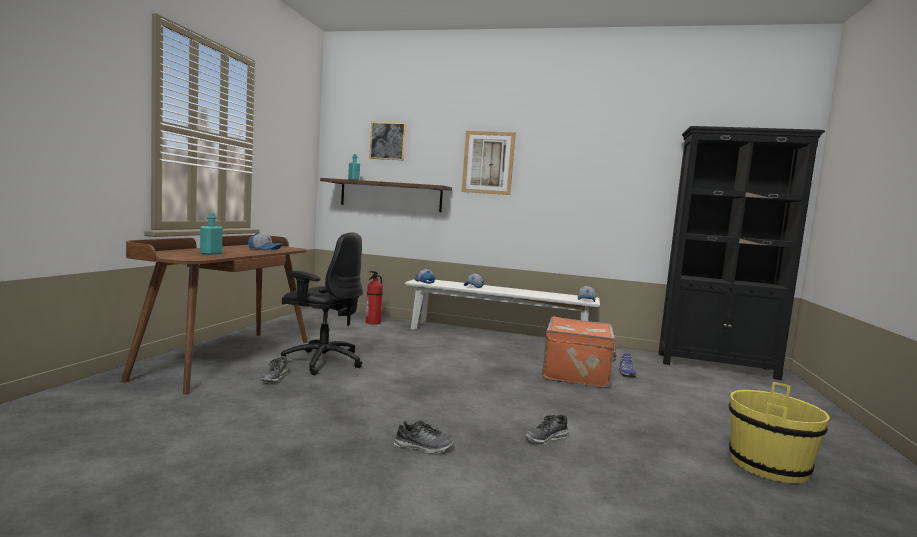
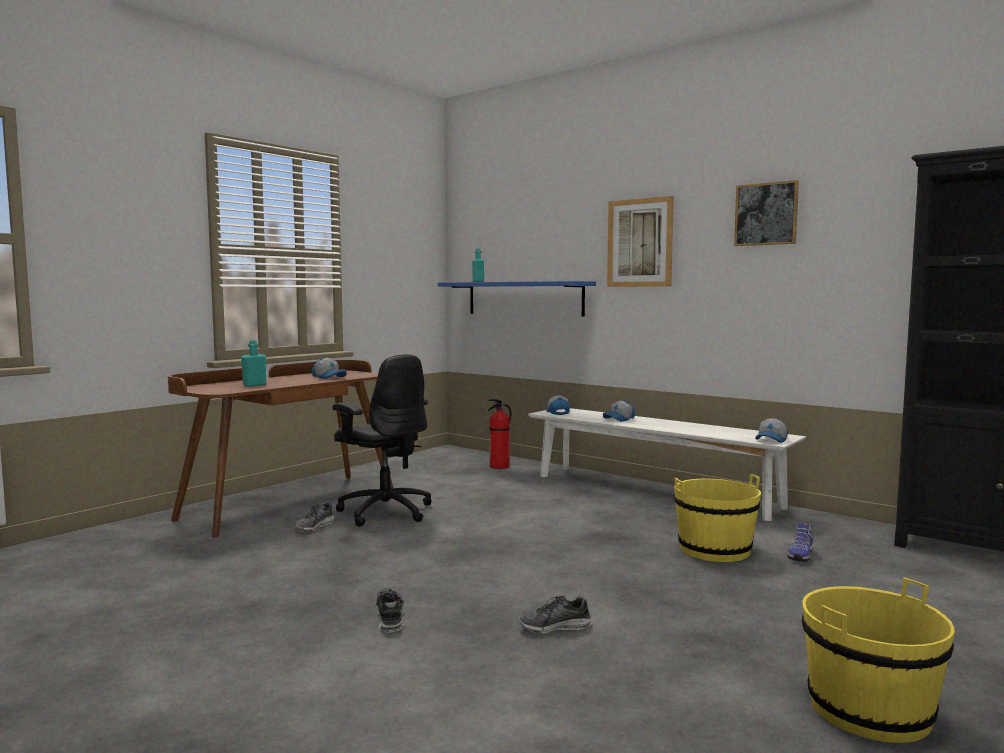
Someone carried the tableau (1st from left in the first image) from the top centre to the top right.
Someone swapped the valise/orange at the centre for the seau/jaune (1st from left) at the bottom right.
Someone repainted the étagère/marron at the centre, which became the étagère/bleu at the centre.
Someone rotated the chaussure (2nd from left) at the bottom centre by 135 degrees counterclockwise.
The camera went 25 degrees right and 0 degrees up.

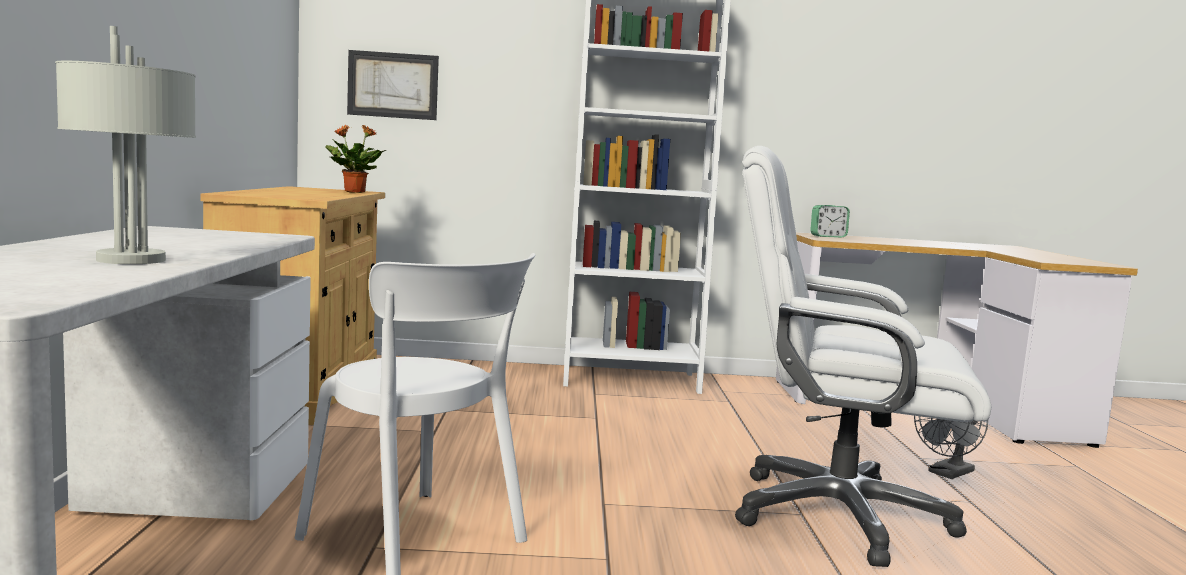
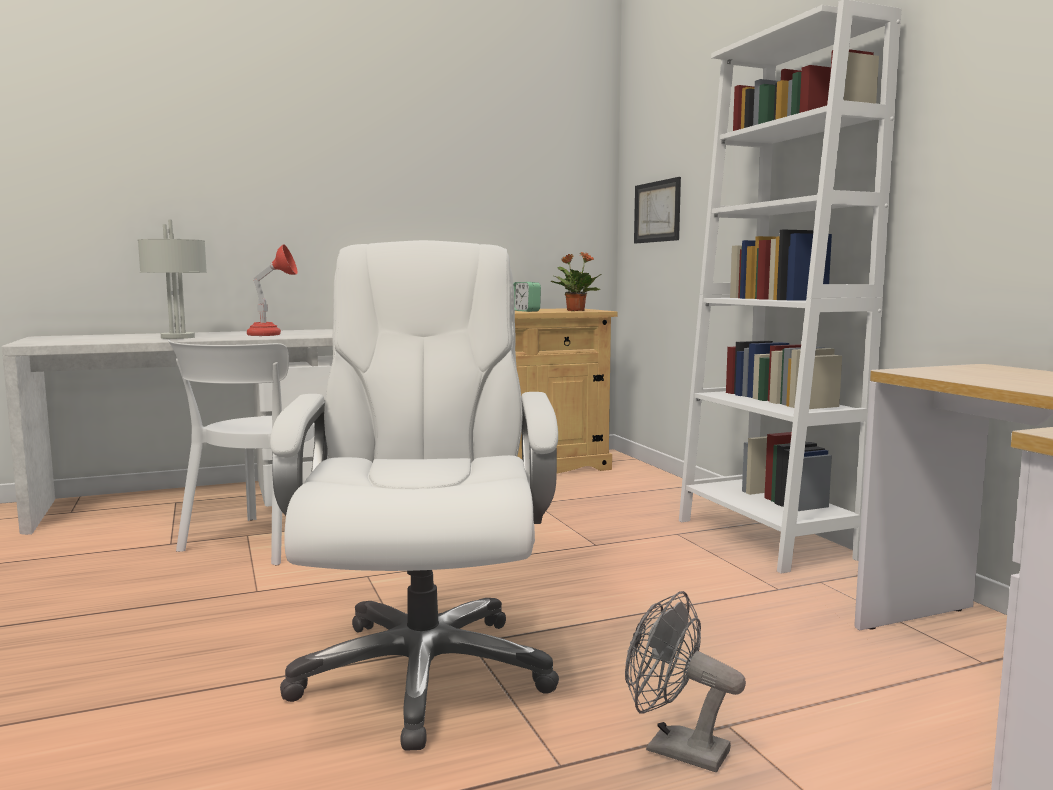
Someone put down the lampe de table/rouge at the middle left.
Someone carried the réveil from the middle right to the centre.
The camera went 70 degrees right and 0 degrees up.

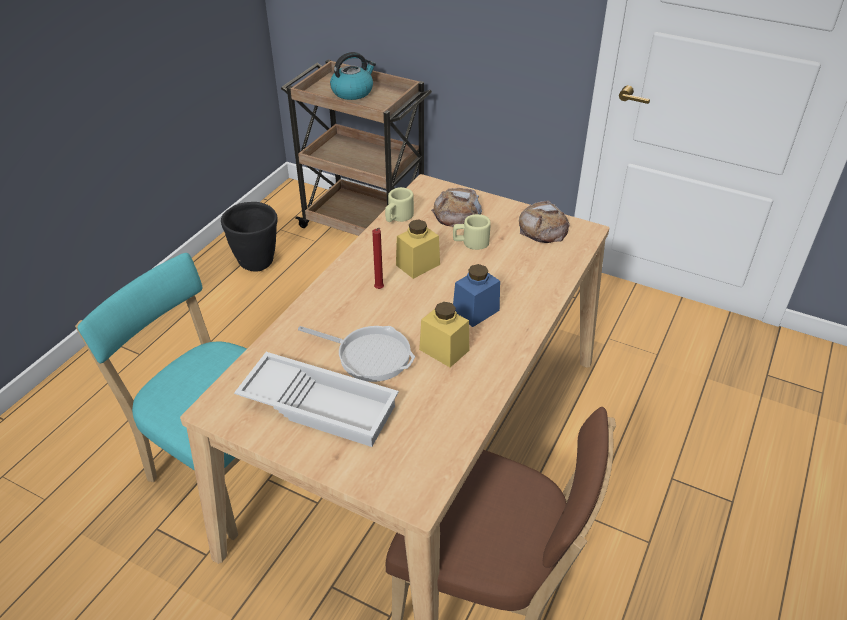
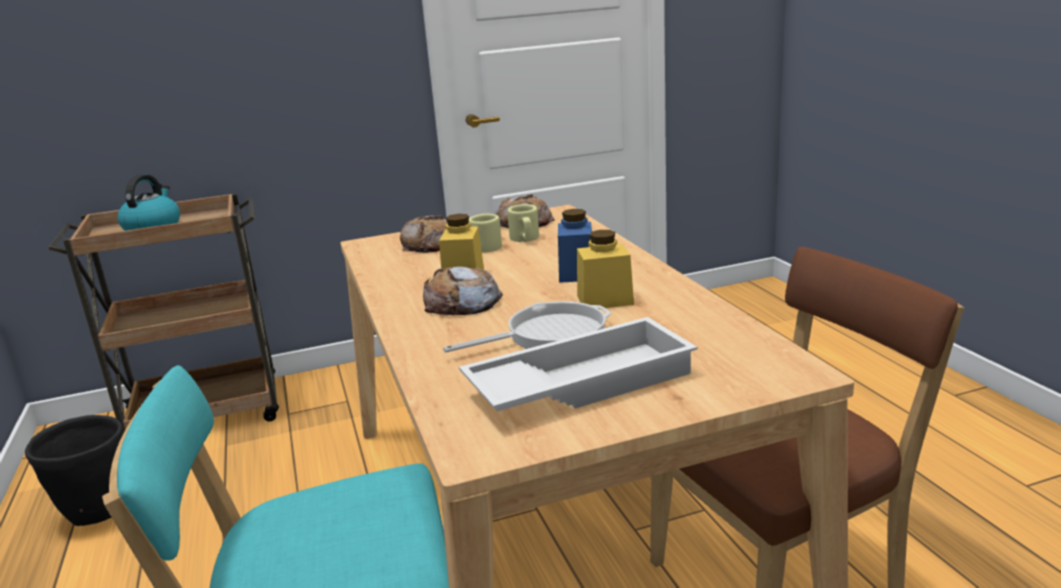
Someone carried the mug/beige (1st from left in the first image) from the top centre to the centre.
Someone swapped the bougie/rouge at the centre for the pain (2nd from left) at the centre.
The camera went 45 degrees left and 20 degrees down.

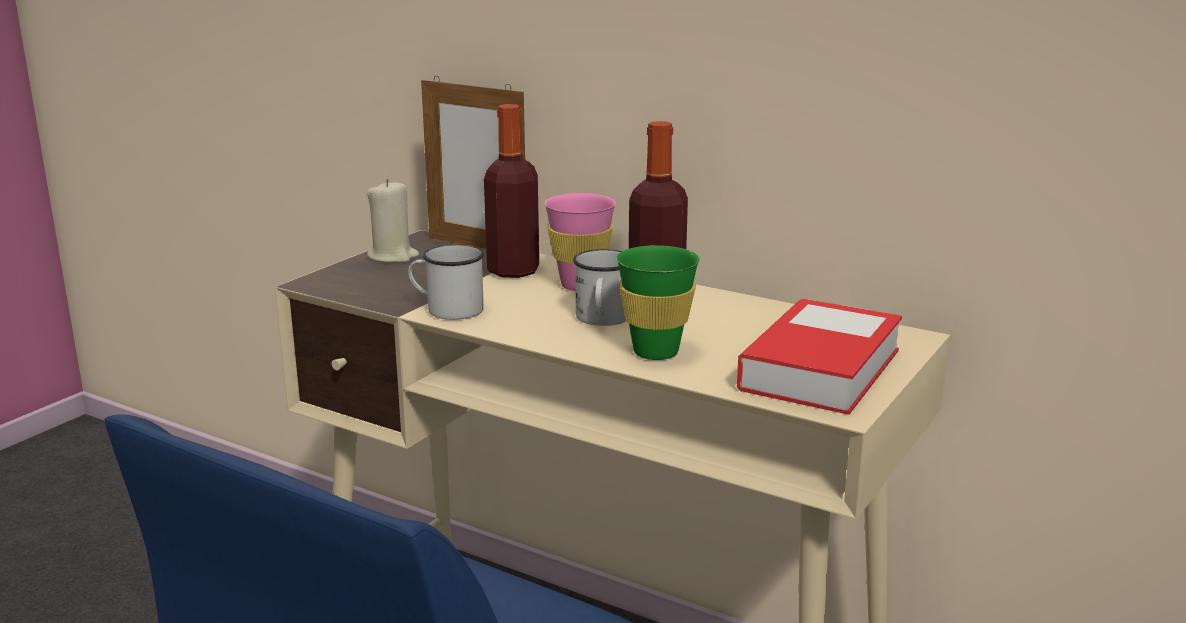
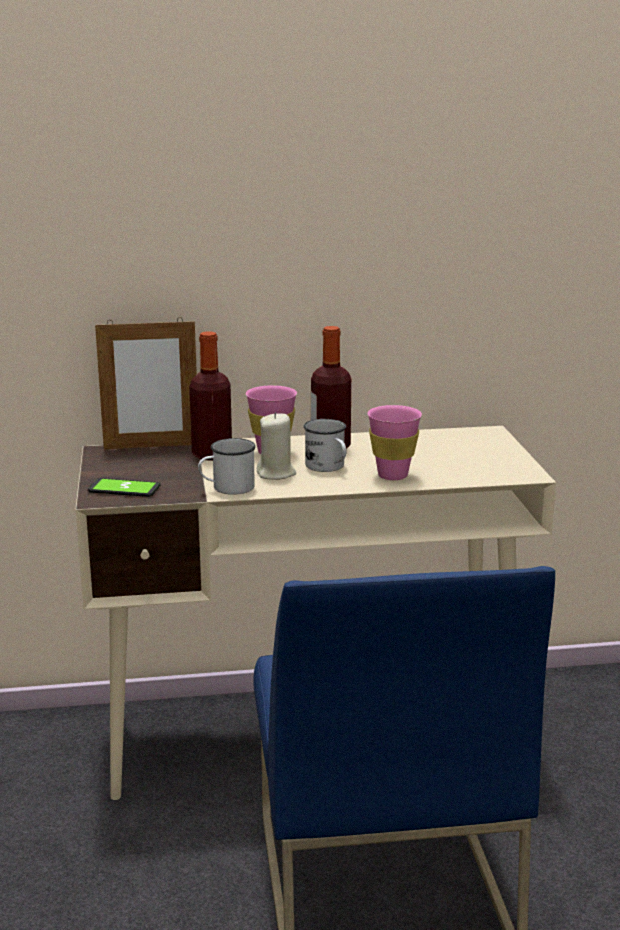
Someone took away the livre at the middle right.
Someone put down the téléphone at the middle left.
Someone carried the bougie/beige from the middle left to the centre.
Someone repainted the tasse/vert at the centre, which became the tasse/rose (2nd from left) at the centre.
The camera went 40 degrees left and 0 degrees up.

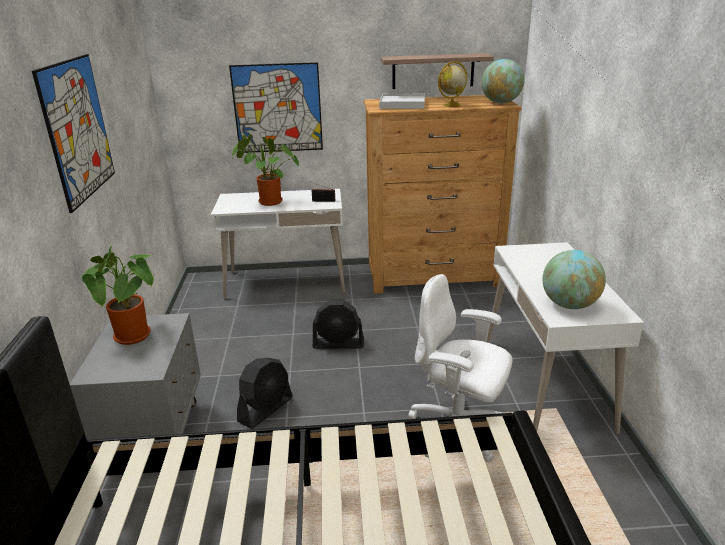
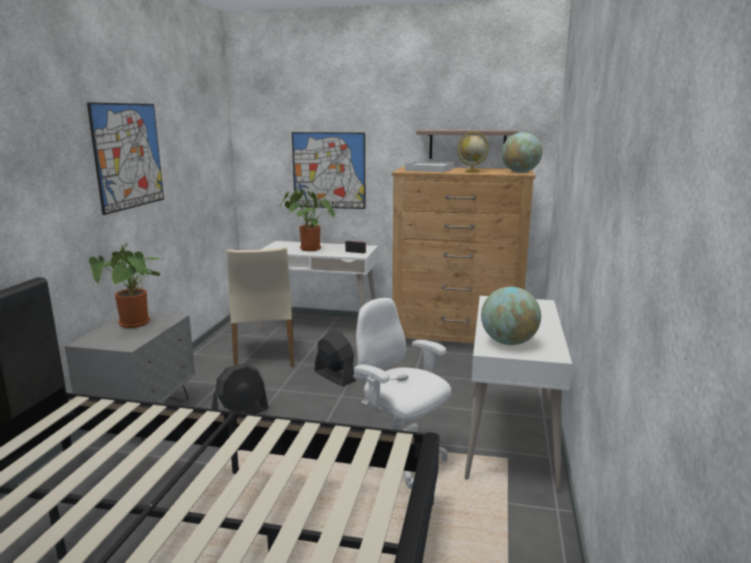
Someone put down the chaise/beige at the centre.
Someone rotated the ventilateur/noir (2nd from left) at the centre by 150 degrees counterclockwise.
The camera went 15 degrees right and 10 degrees down.

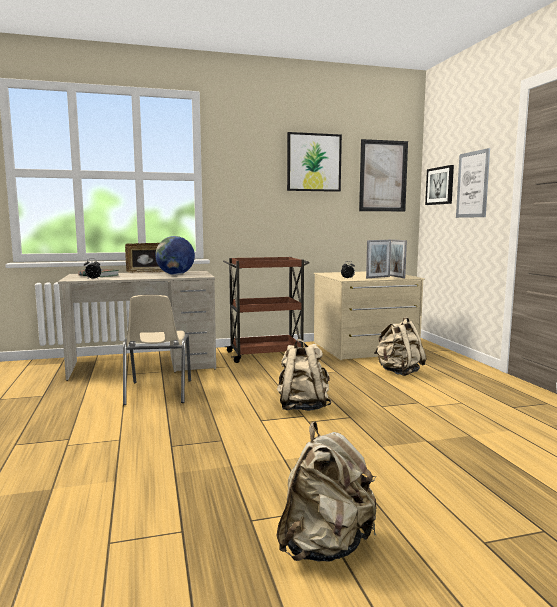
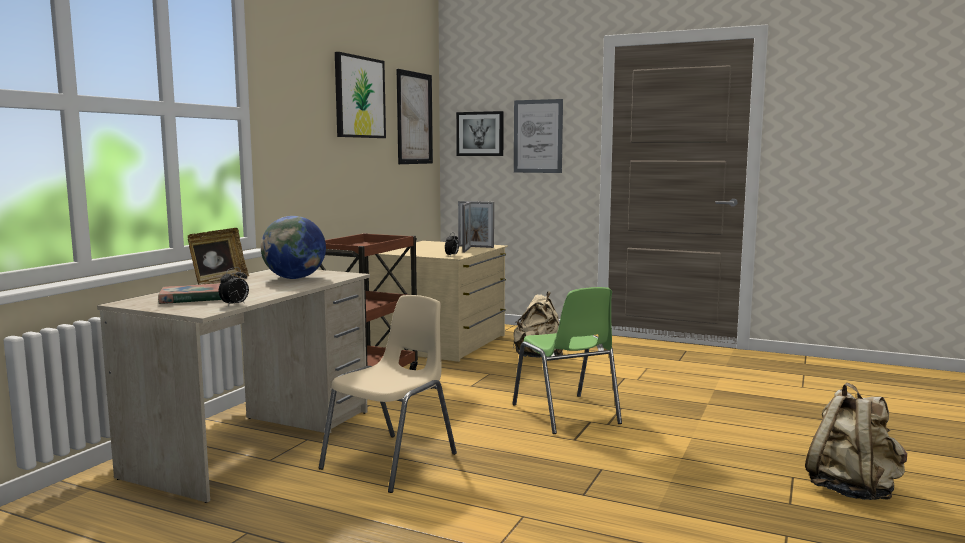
Someone swapped the sac à dos/beige (1st from left) at the centre for the chaise/vert at the centre.
Someone rotated the chaise/beige at the middle left by 90 degrees counterclockwise.
The camera went 50 degrees left and 0 degrees up.

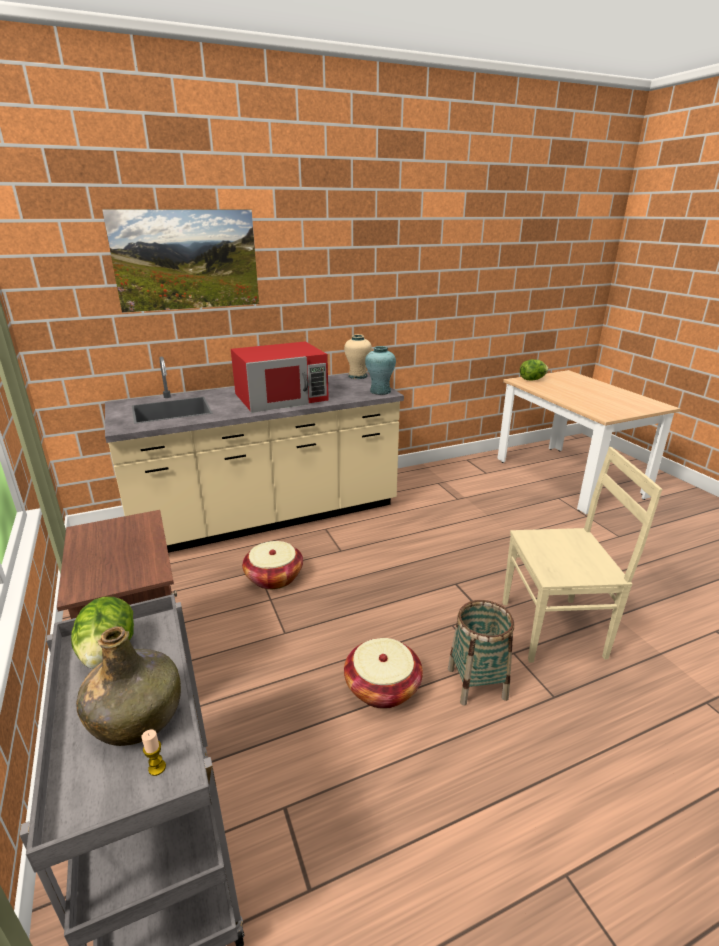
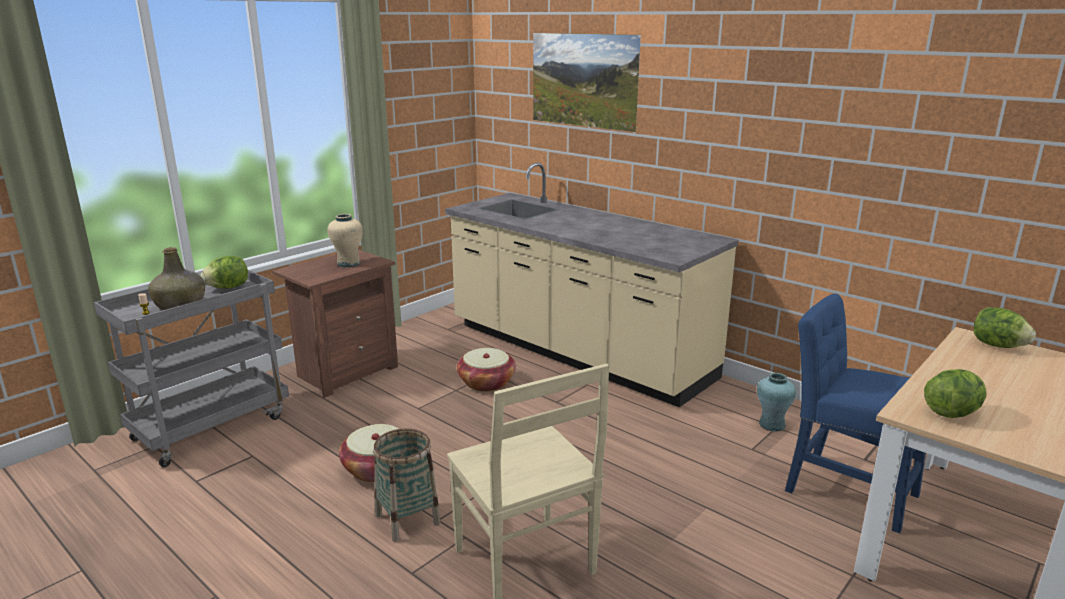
Someone took away the micro-ondes/rouge at the centre.
Someone put down the chaise/bleu at the bottom right.
Someone put down the laitue (2nd from left) at the middle right.
Someone carried the vase/beige from the centre to the middle left.
Someone carried the vase/turquoise from the centre to the bottom right.
The camera went 65 degrees right and 5 degrees down.

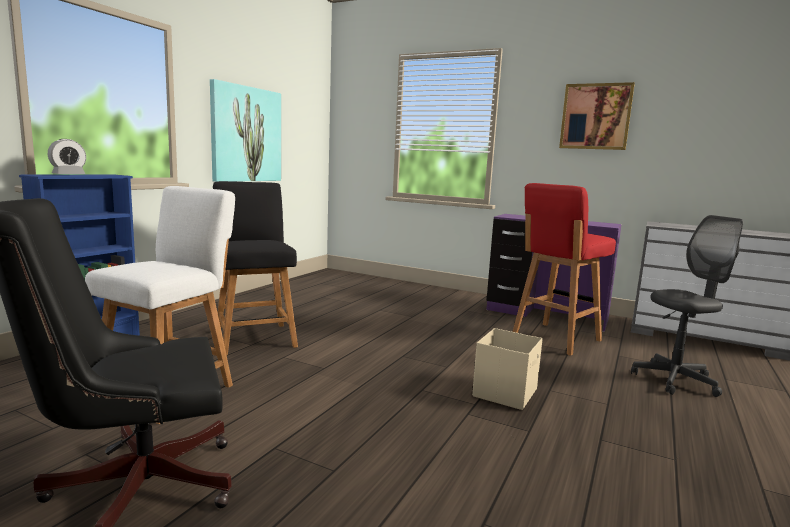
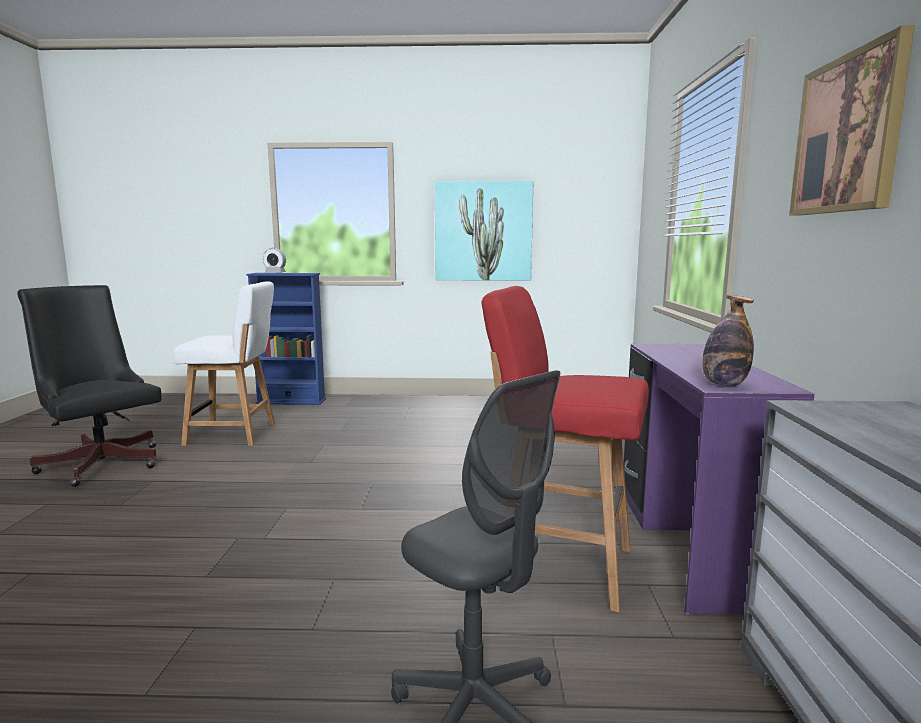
Someone took away the chaise/noir at the middle left.
Someone took away the boîte de rangement/beige at the bottom centre.
Someone put down the bouteille at the middle right.
The camera went 65 degrees right and 0 degrees up.

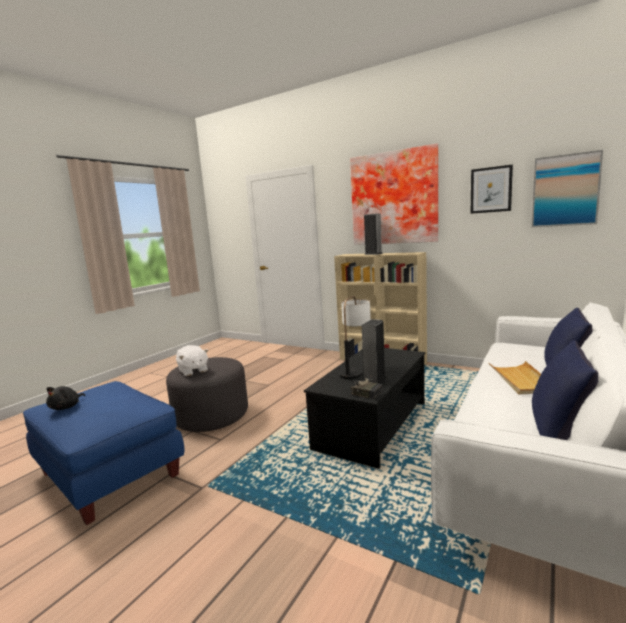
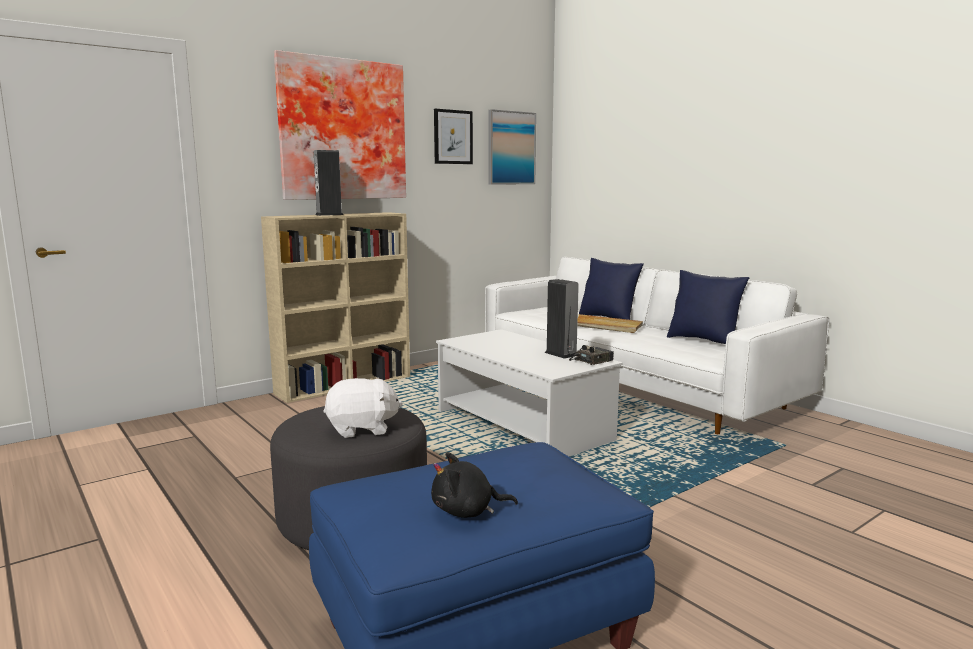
Someone took away the lampe de table at the centre.
Someone repainted the table basse/noir at the centre, which became the table basse/blanc at the centre.
Someone rotated the peluche/noir at the middle left by 135 degrees clockwise.
The camera went 70 degrees left and 0 degrees up.

